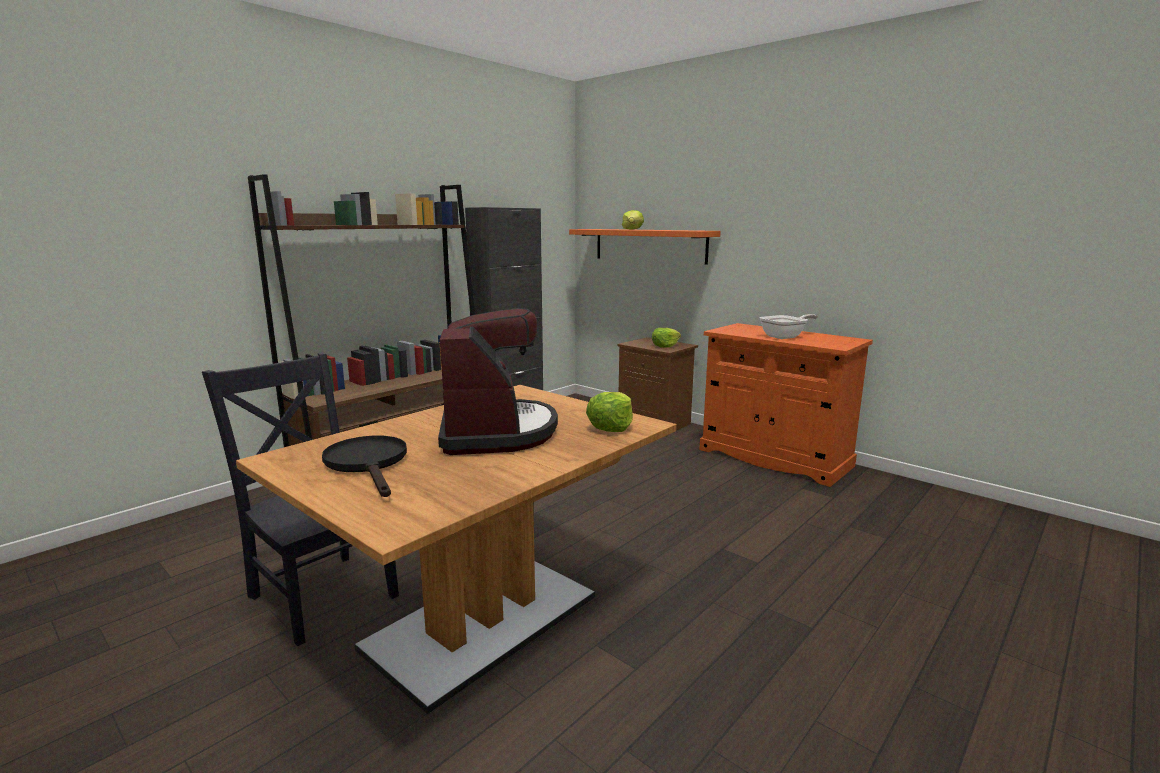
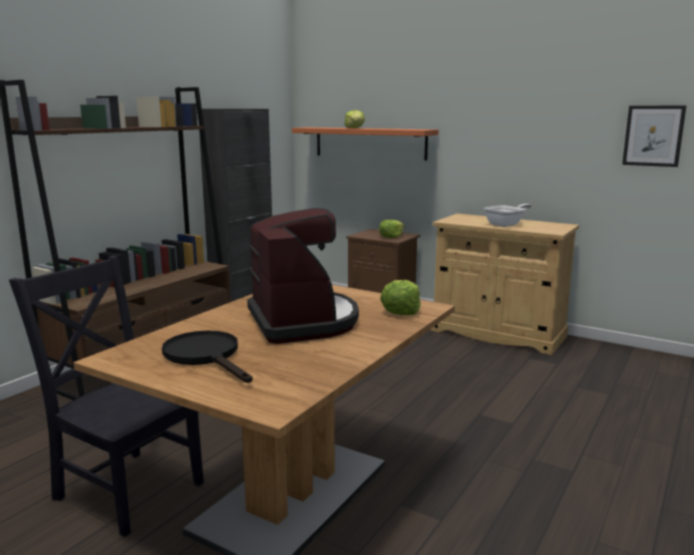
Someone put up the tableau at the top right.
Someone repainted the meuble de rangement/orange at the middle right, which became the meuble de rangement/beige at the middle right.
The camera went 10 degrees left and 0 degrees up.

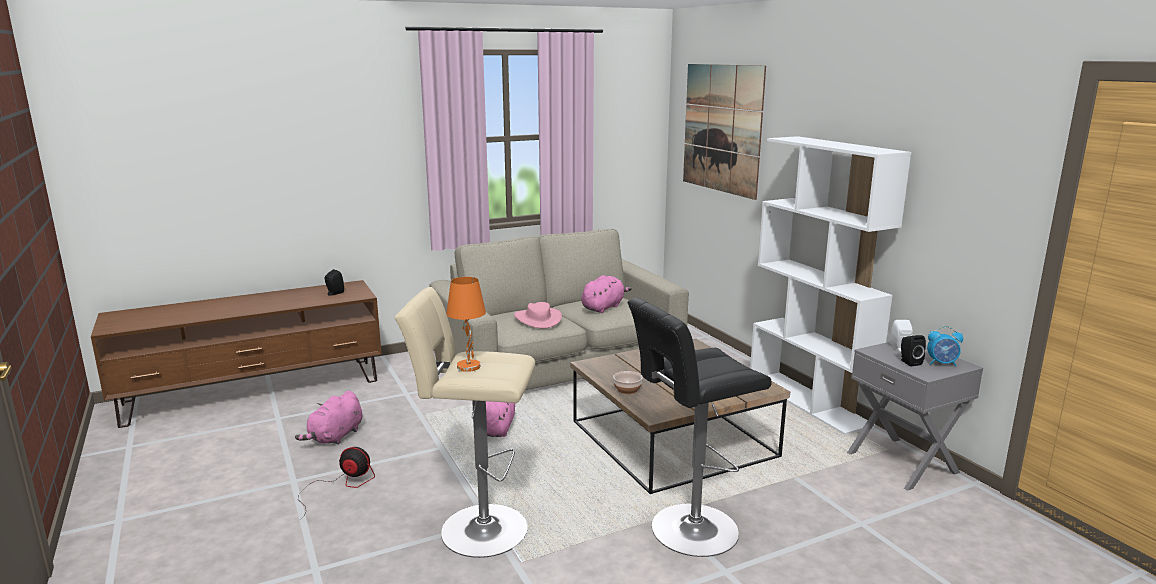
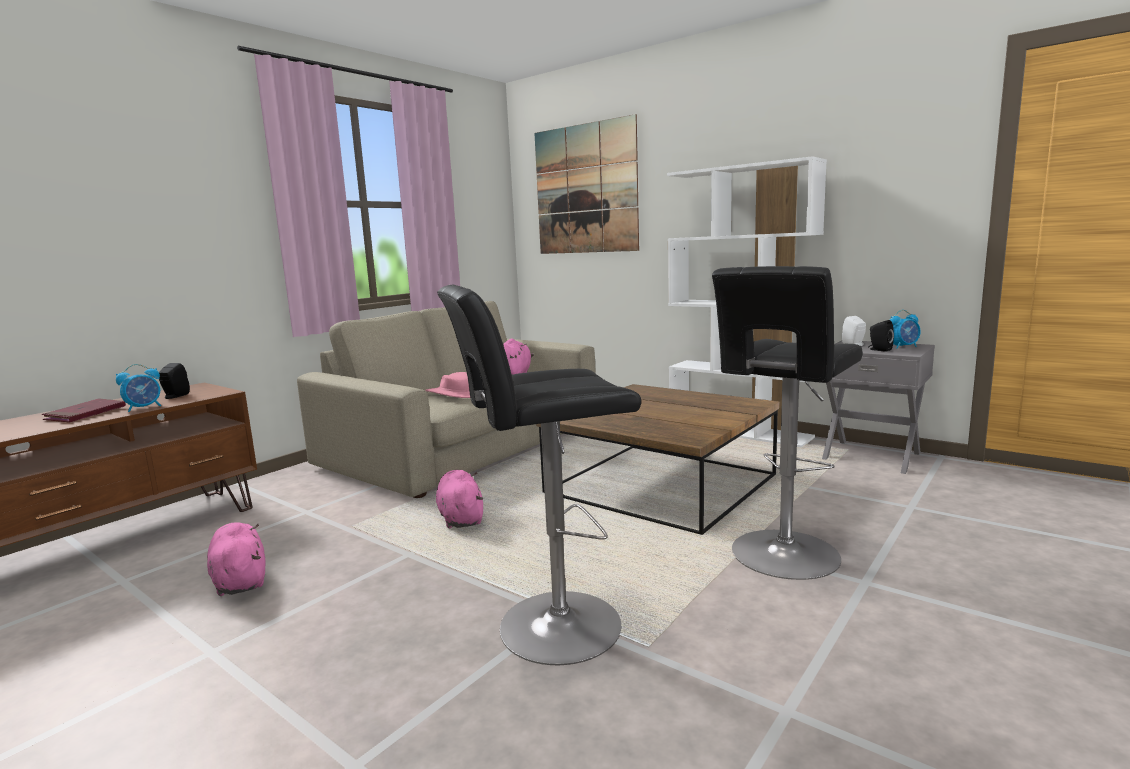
Someone took away the ventilateur at the bottom left.
Someone took away the lampe de table/orange at the centre.
Someone took away the bol at the centre.
Someone put down the livre/rouge at the middle left.
Someone put down the réveil (1st from left) at the middle left.
Someone repainted the tabouret/beige at the bottom centre, which became the tabouret/noir (1st from left) at the centre.
Someone rotated the peluche/rose (1st from left) at the bottom left by 150 degrees clockwise.
The camera went 25 degrees left and 5 degrees down.

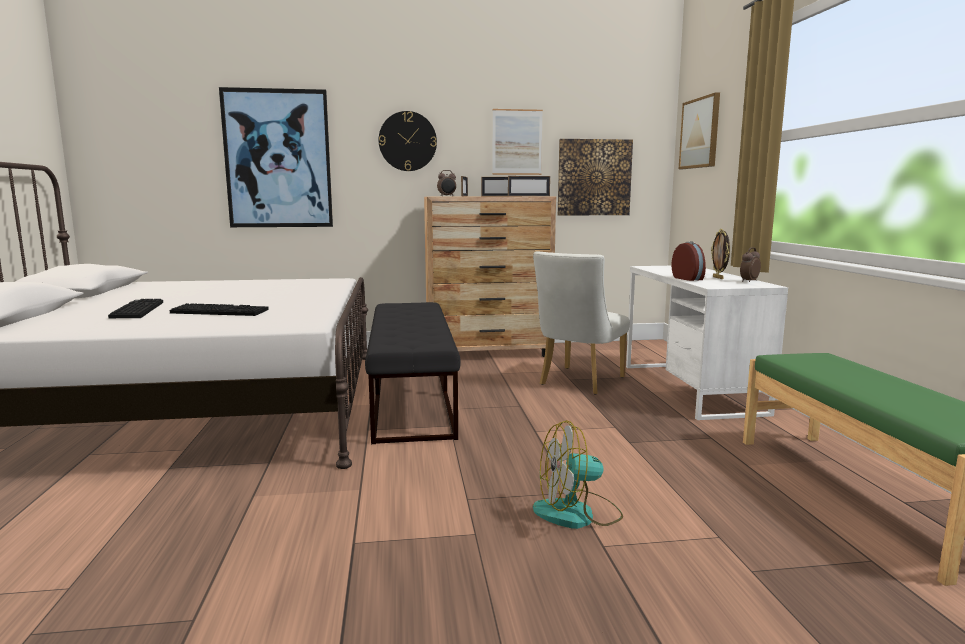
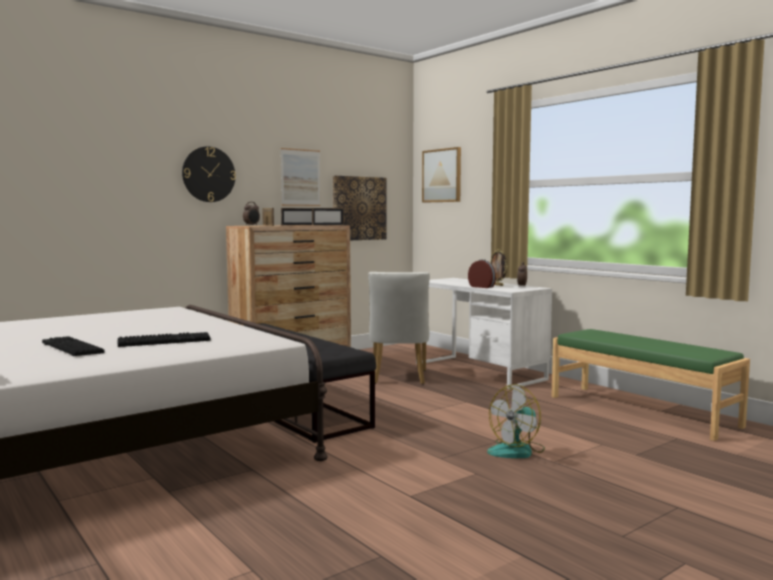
Someone took away the tableau (1st from left) at the top left.
The camera went 30 degrees left and 5 degrees down.

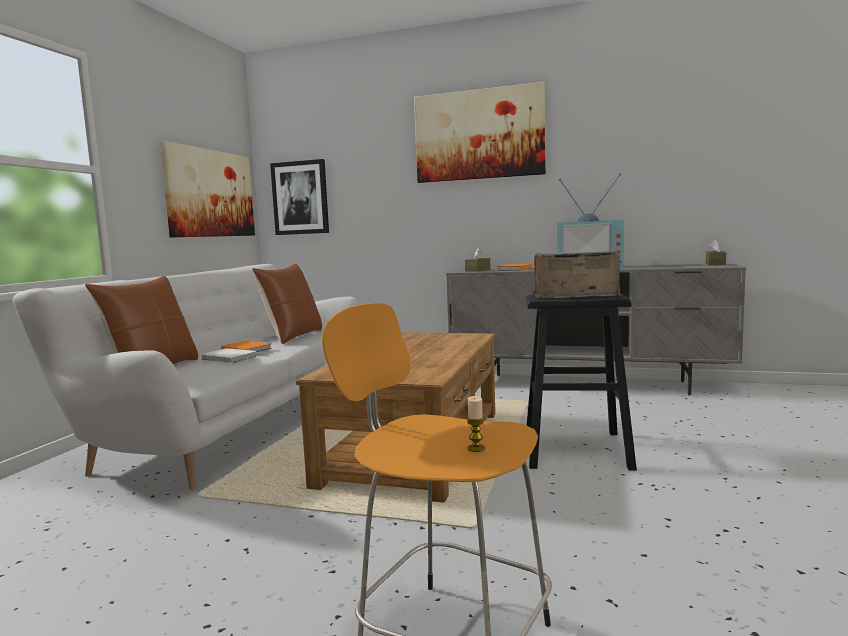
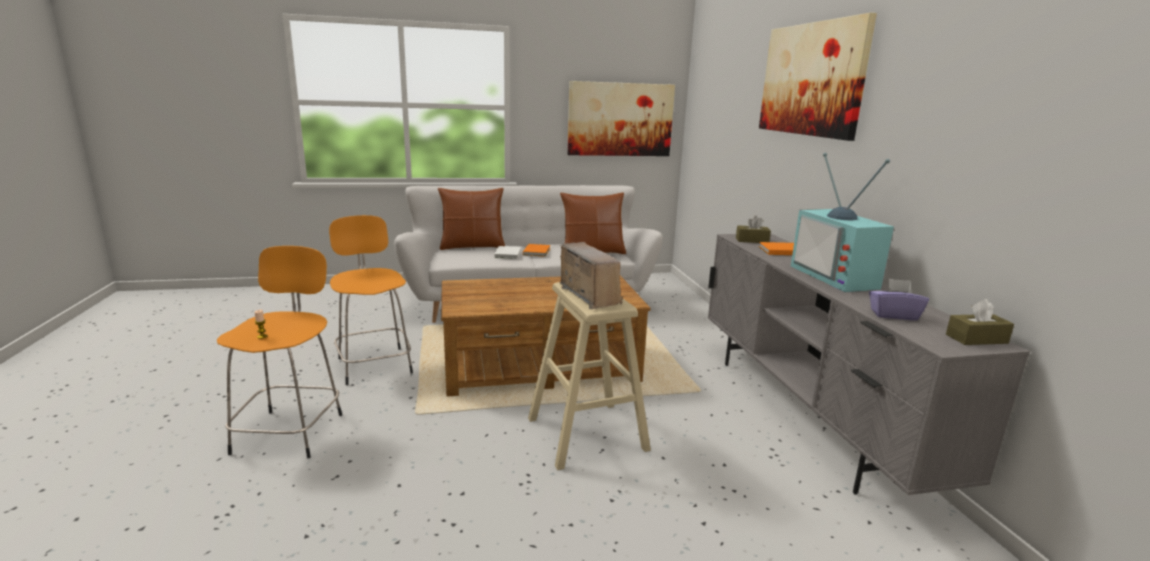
Someone took away the tableau (2nd from left) at the top centre.
Someone put down the tabouret/orange (2nd from left) at the middle left.
Someone put down the boîte à mouchoirs/violet at the middle right.
Someone repainted the tabouret/noir at the middle right, which became the tabouret/beige at the bottom centre.
The camera went 60 degrees right and 10 degrees up.

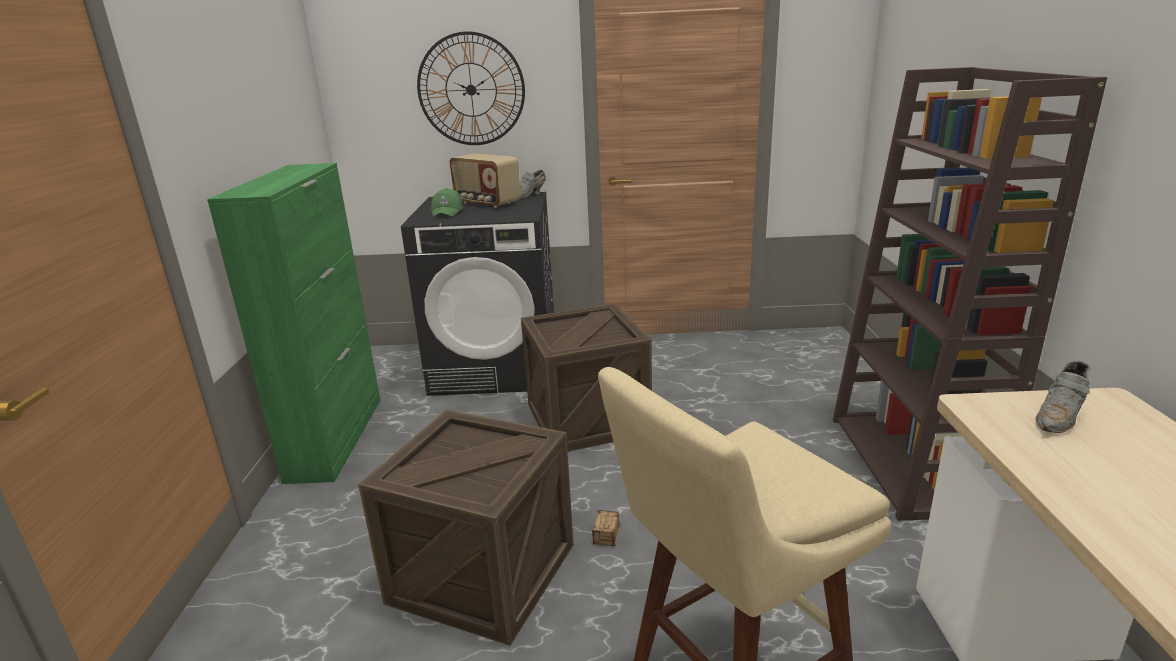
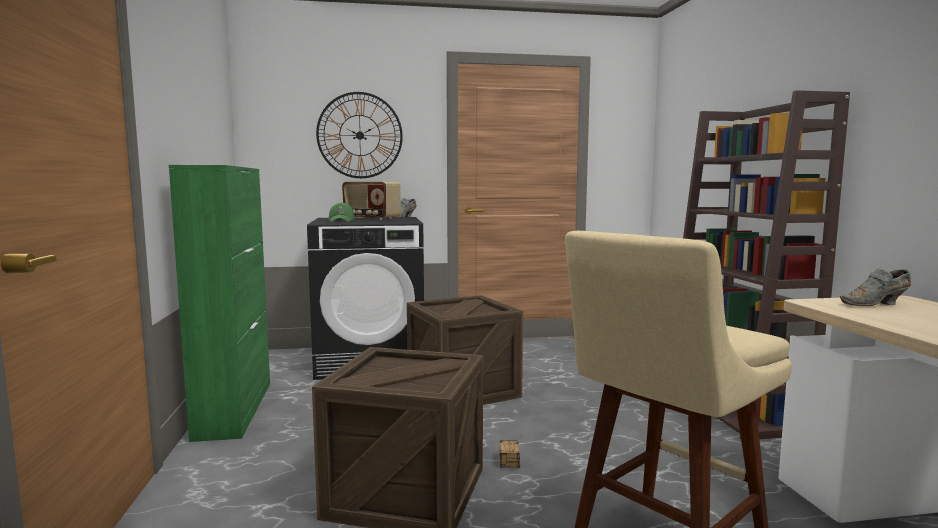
Someone rotated the chaussure/gris (2nd from left) at the middle right by 45 degrees clockwise.
The camera went 10 degrees left and 15 degrees down.

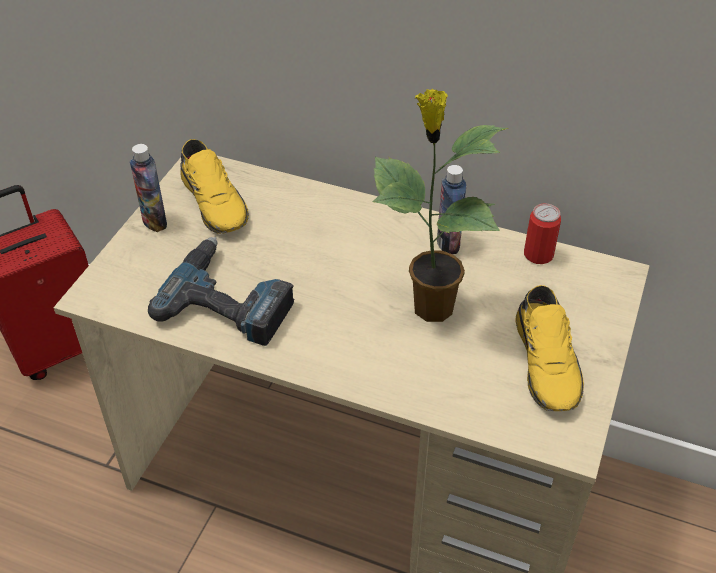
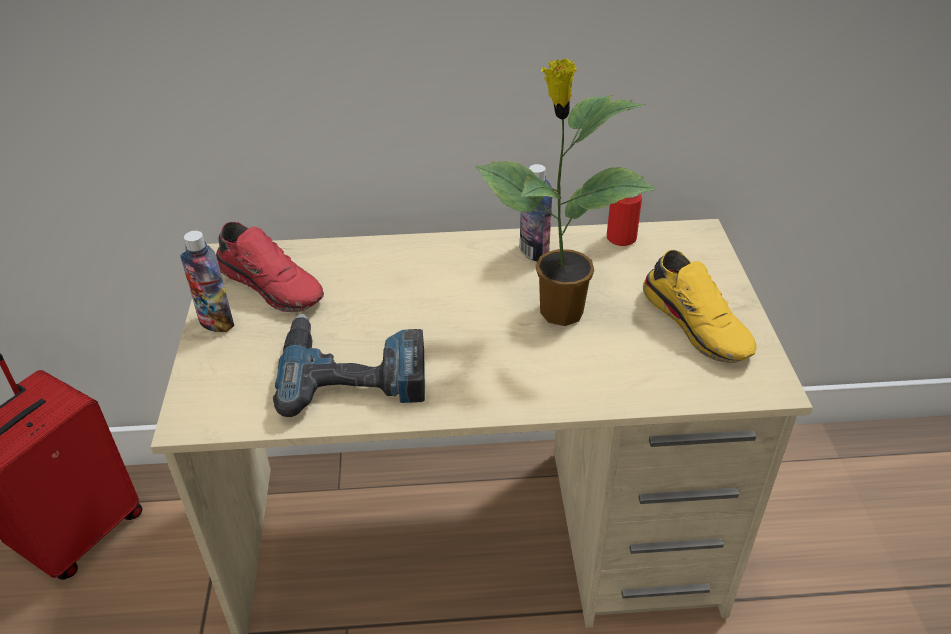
Someone repainted the chaussure/jaune (1st from left) at the top left, which became the chaussure/rouge at the middle left.
The camera went 25 degrees left and 5 degrees down.

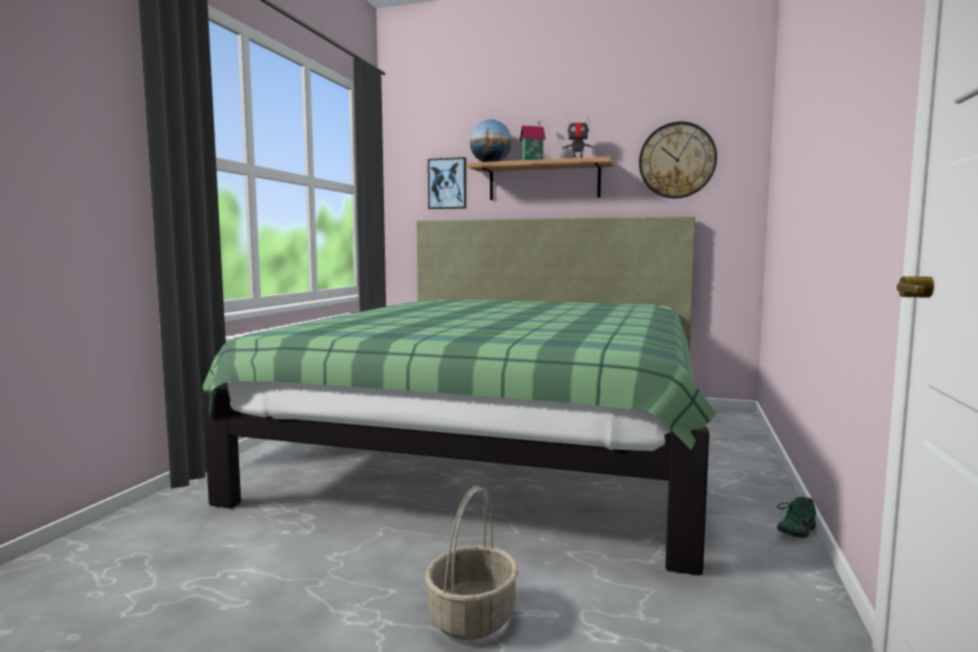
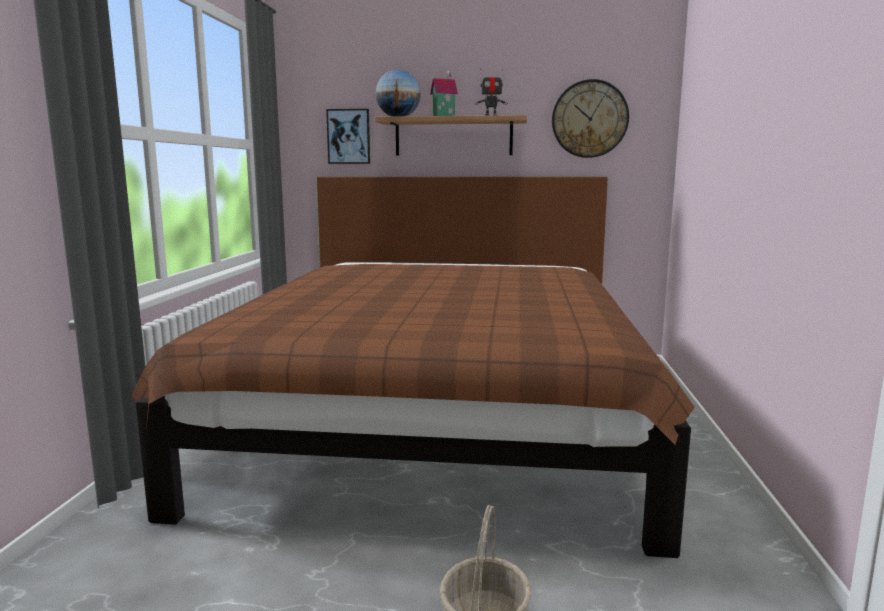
Someone took away the chaussure/vert at the bottom right.
Someone repainted the lit/vert at the centre, which became the lit/marron at the centre.
The camera went 10 degrees left and 5 degrees up.

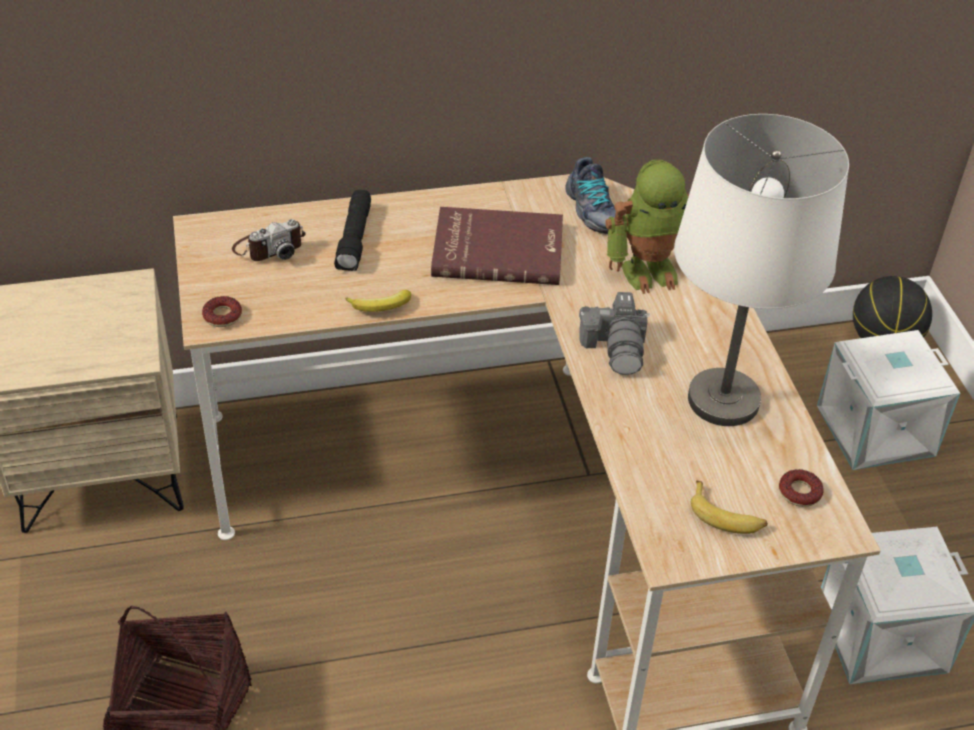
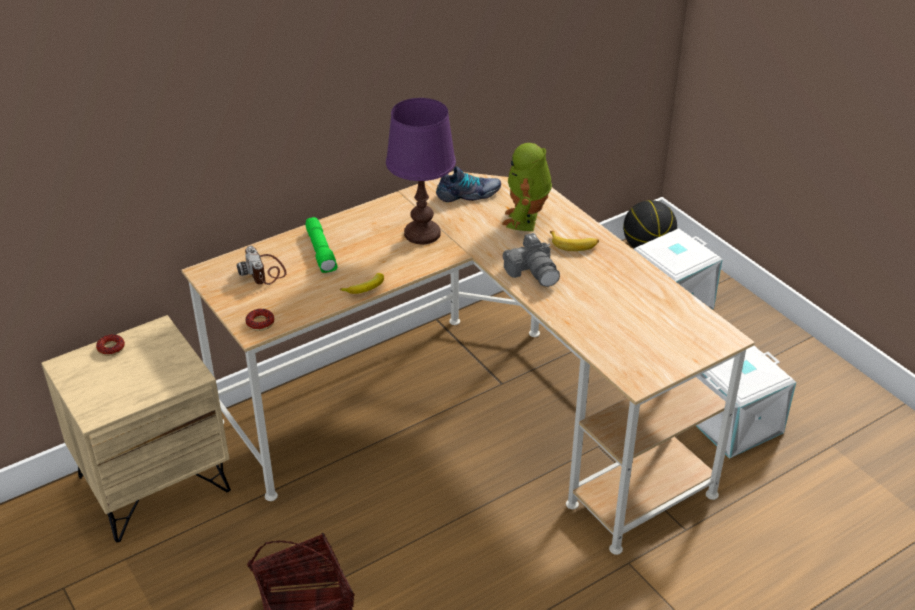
Someone took away the lampe de table/blanc at the middle right.
Someone carried the banane (2nd from left) from the bottom right to the centre.
Someone carried the beignet (2nd from left in the first image) from the bottom right to the middle left.
Someone swapped the livre/rouge at the centre for the lampe de table/violet at the top centre.
Someone repainted the lampe de poche/noir at the top centre, which became the lampe de poche/vert at the centre.
Someone rotated the appareil photo (1st from left) at the top left by 120 degrees clockwise.
Someone rotated the chaussure at the top centre by 60 degrees counterclockwise.
Someone rotated the robot jouet at the top centre by 135 degrees clockwise.
The camera went 20 degrees left and 5 degrees down.

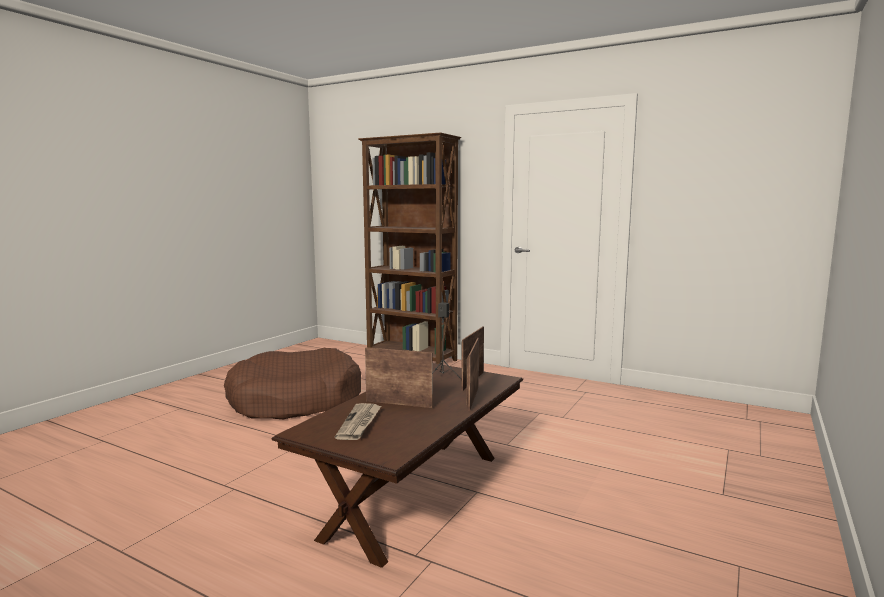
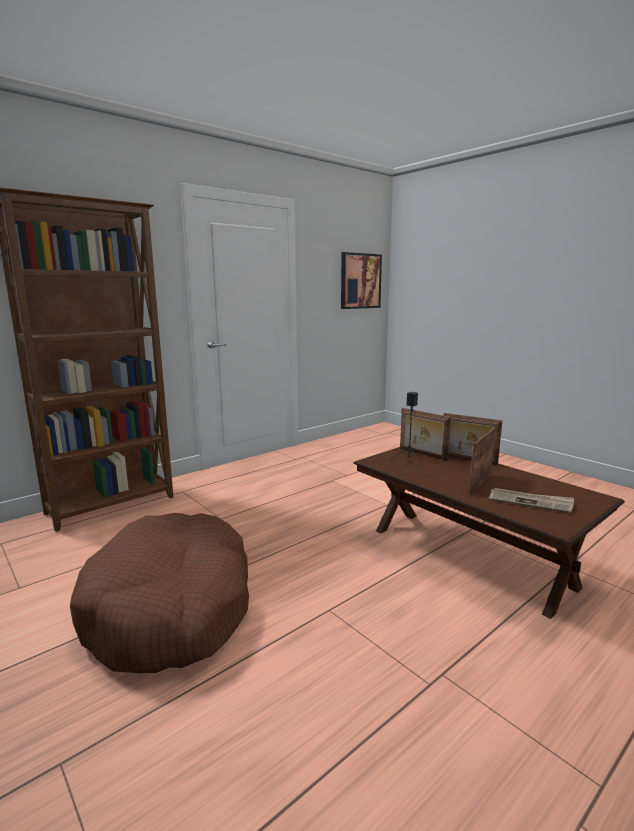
Someone put up the tableau at the centre.
The camera went 70 degrees left and 5 degrees up.

